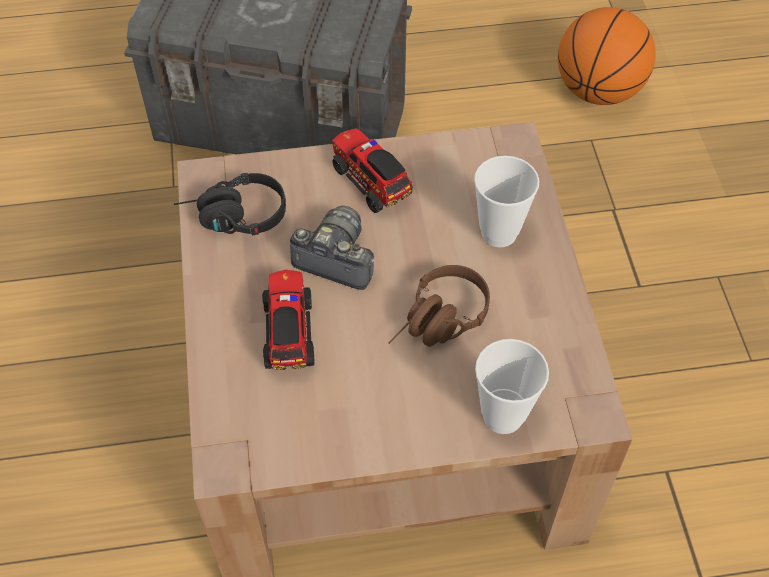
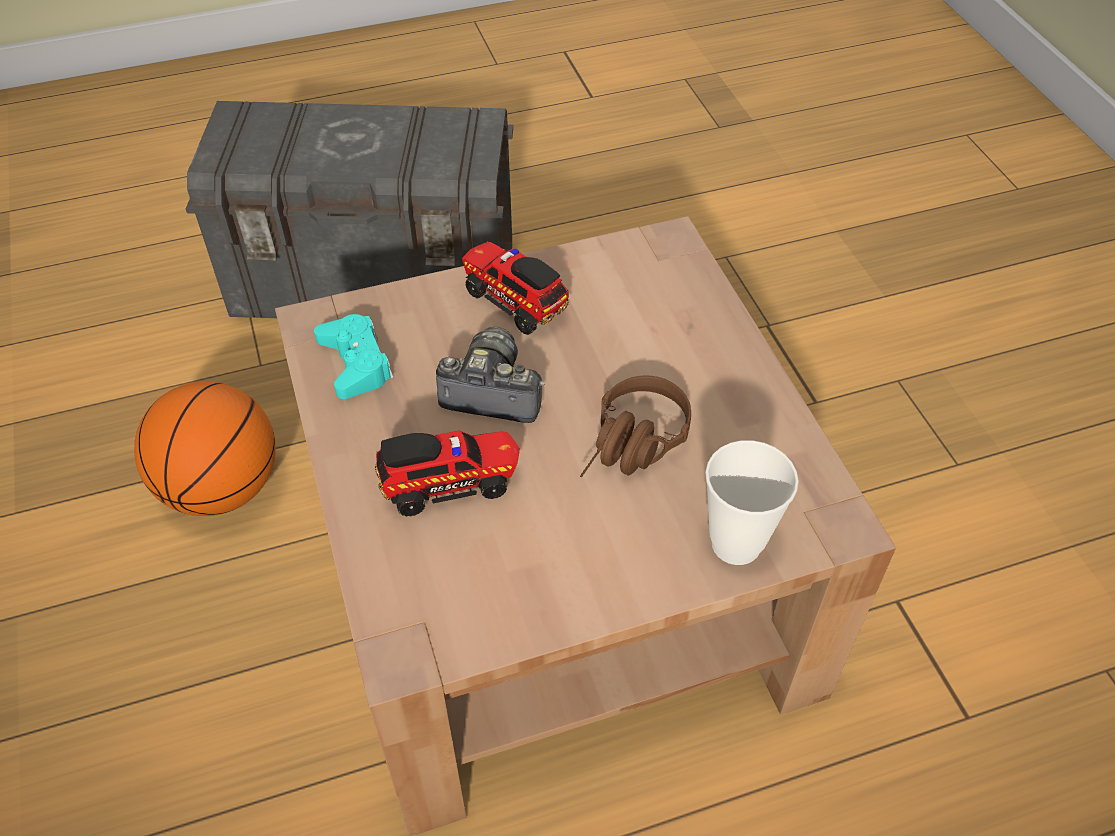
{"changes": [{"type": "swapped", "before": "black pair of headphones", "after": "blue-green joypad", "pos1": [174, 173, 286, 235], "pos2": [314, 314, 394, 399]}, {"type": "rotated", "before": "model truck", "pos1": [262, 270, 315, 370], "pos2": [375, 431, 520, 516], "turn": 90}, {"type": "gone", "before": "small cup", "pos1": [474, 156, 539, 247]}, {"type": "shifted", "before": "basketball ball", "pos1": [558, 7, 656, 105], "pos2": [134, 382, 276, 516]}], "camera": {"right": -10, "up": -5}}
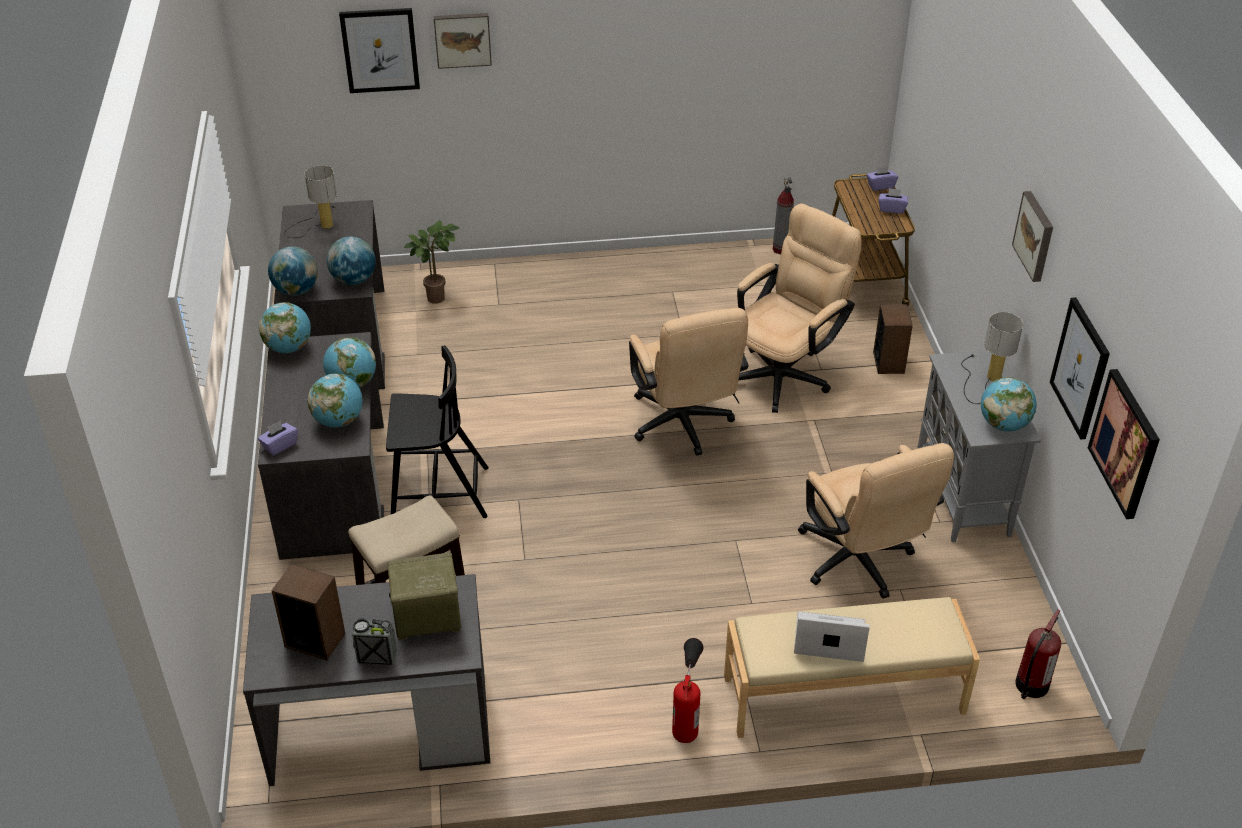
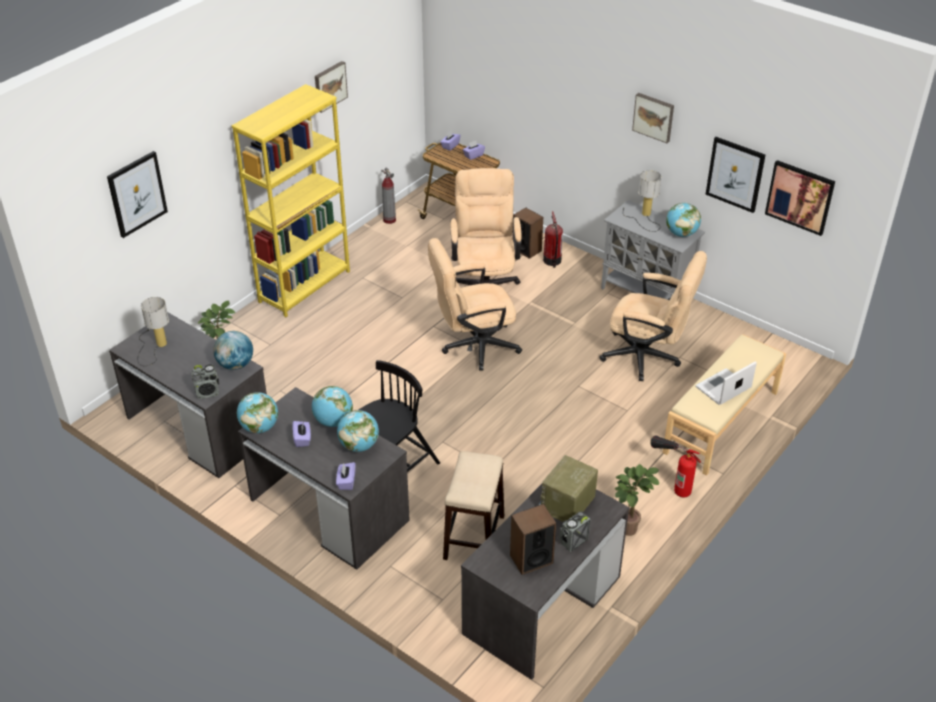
{"changes": [{"type": "swapped", "before": "desk globe", "after": "radio receiver", "pos1": [268, 246, 318, 295], "pos2": [191, 364, 219, 399]}, {"type": "shifted", "before": "wall picture", "pos1": [433, 13, 492, 69], "pos2": [315, 61, 348, 113]}, {"type": "rotated", "before": "sand-coloured office chair", "pos1": [629, 308, 748, 456], "pos2": [428, 238, 522, 370], "turn": 135}, {"type": "shifted", "before": "extinguisher", "pos1": [1015, 609, 1061, 699], "pos2": [543, 211, 563, 268]}, {"type": "new", "after": "yellowish bookshelf", "pos2": [232, 84, 350, 317]}, {"type": "new", "after": "purple-coloured box of tissues", "pos2": [292, 421, 311, 447]}, {"type": "new", "after": "potted plant", "pos2": [615, 464, 659, 536]}], "camera": {"right": -45, "up": 0}}
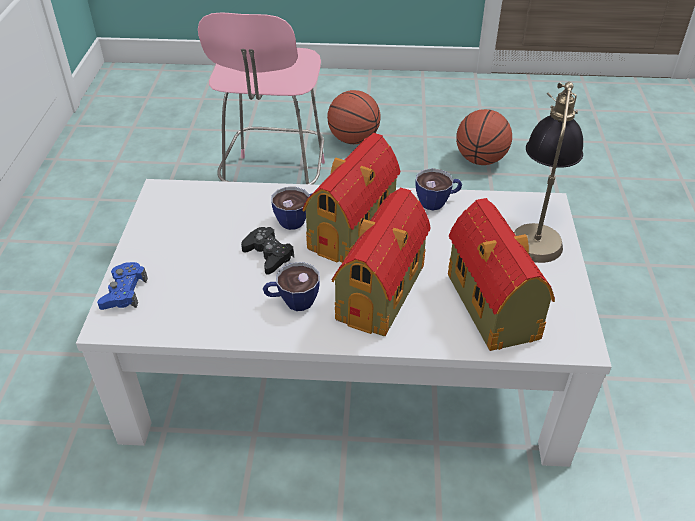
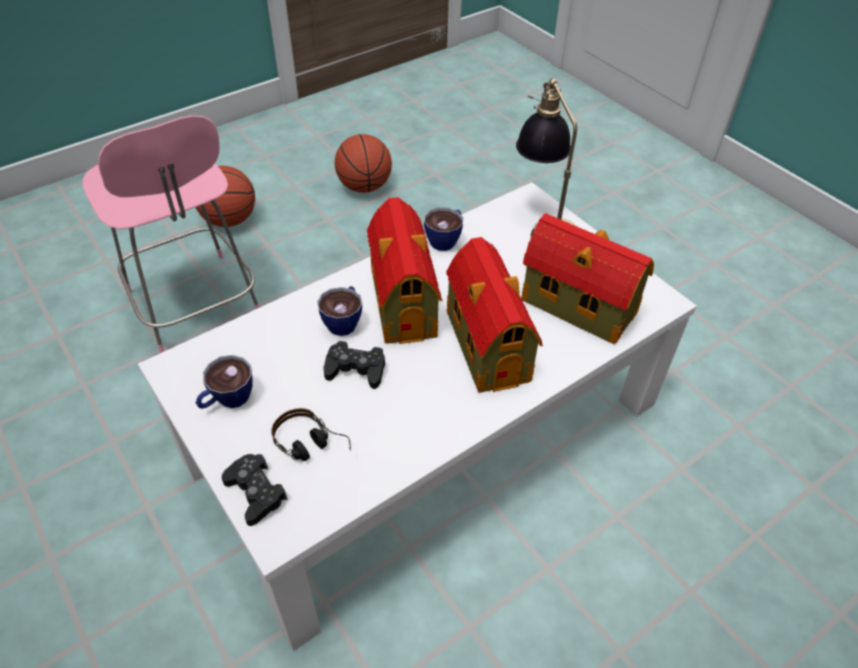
{"changes": [{"type": "repainted", "before": "blue joypad", "after": "black joypad", "pos1": [97, 262, 148, 310], "pos2": [222, 454, 288, 526]}, {"type": "shifted", "before": "small cup", "pos1": [263, 262, 320, 311], "pos2": [196, 355, 253, 409]}, {"type": "new", "after": "pair of headphones", "pos2": [271, 408, 351, 461]}], "camera": {"right": -40, "up": 5}}
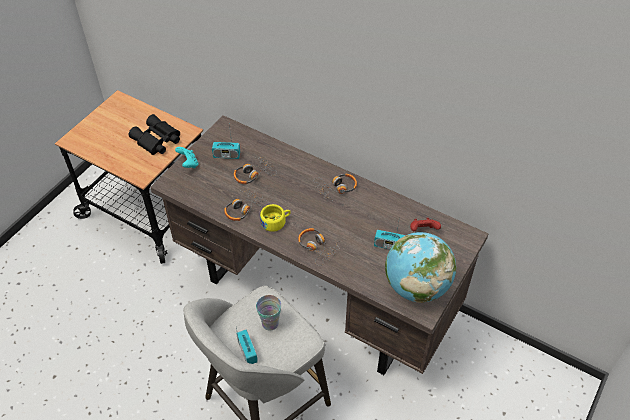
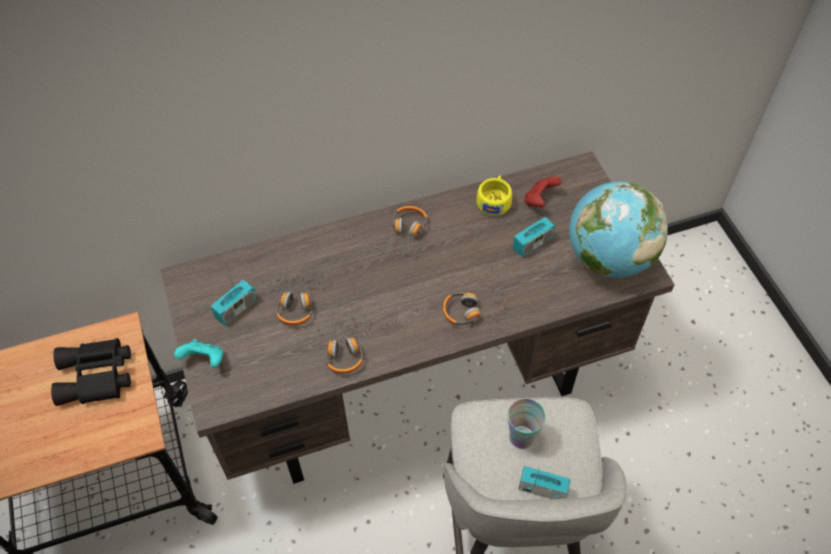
{"changes": [{"type": "shifted", "before": "yellowish small cup", "pos1": [260, 204, 291, 232], "pos2": [476, 176, 512, 216]}], "camera": {"right": -50, "up": 5}}
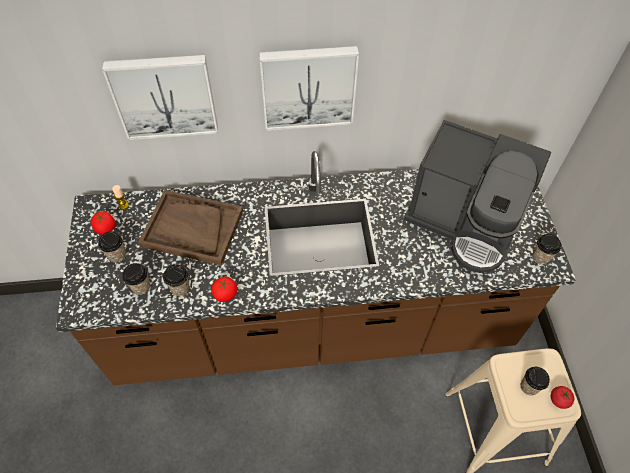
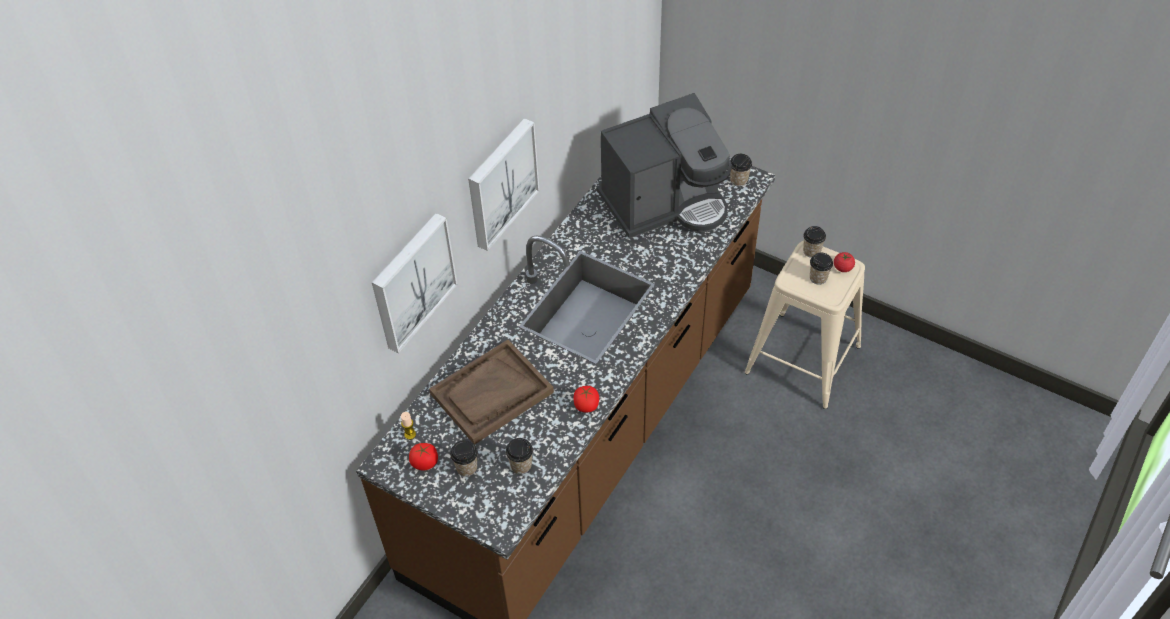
{"changes": [{"type": "shifted", "before": "small cup", "pos1": [163, 265, 189, 296], "pos2": [803, 226, 826, 258]}], "camera": {"right": -50, "up": -5}}
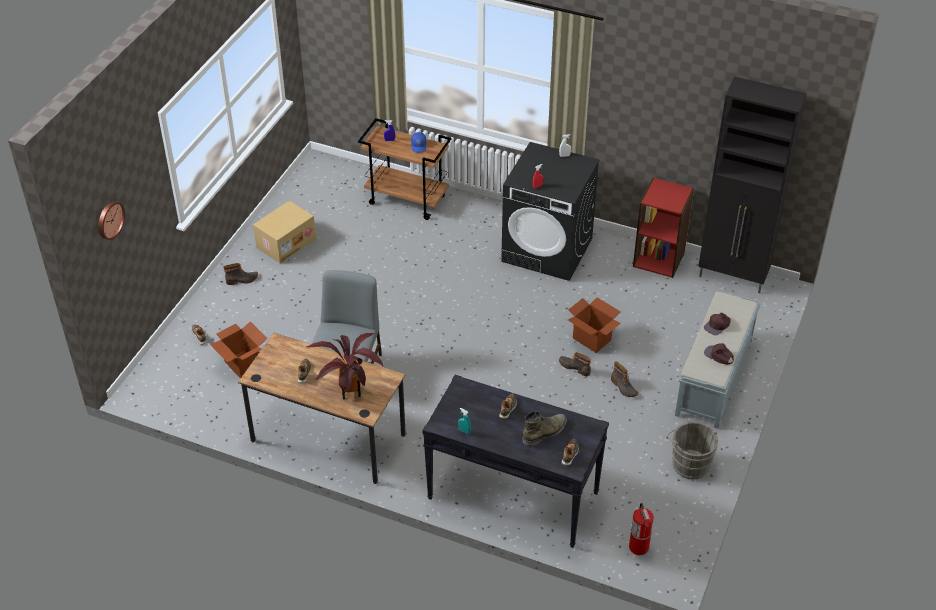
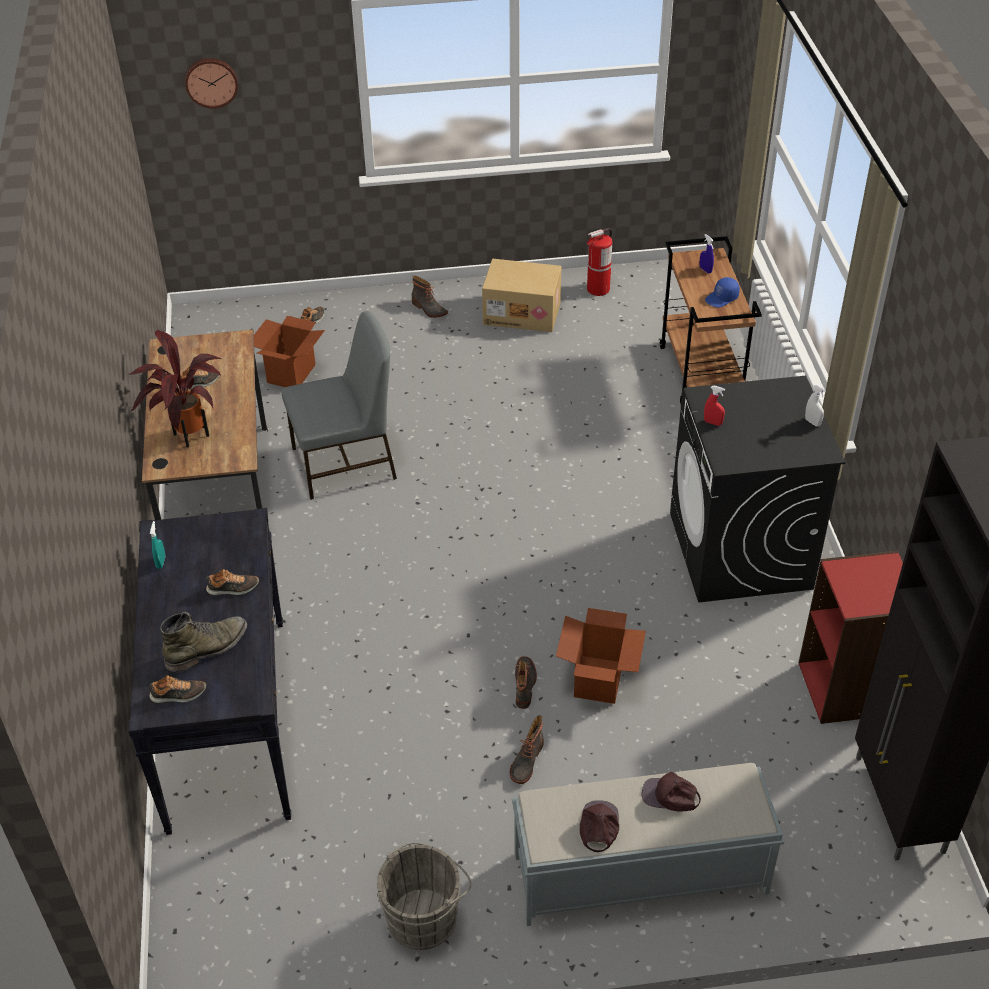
{"changes": [{"type": "rotated", "before": "greenish tall boot", "pos1": [523, 411, 567, 446], "pos2": [160, 612, 247, 672], "turn": -60}, {"type": "shifted", "before": "extinguisher", "pos1": [629, 503, 654, 555], "pos2": [586, 228, 612, 296]}], "camera": {"right": 60, "up": 0}}
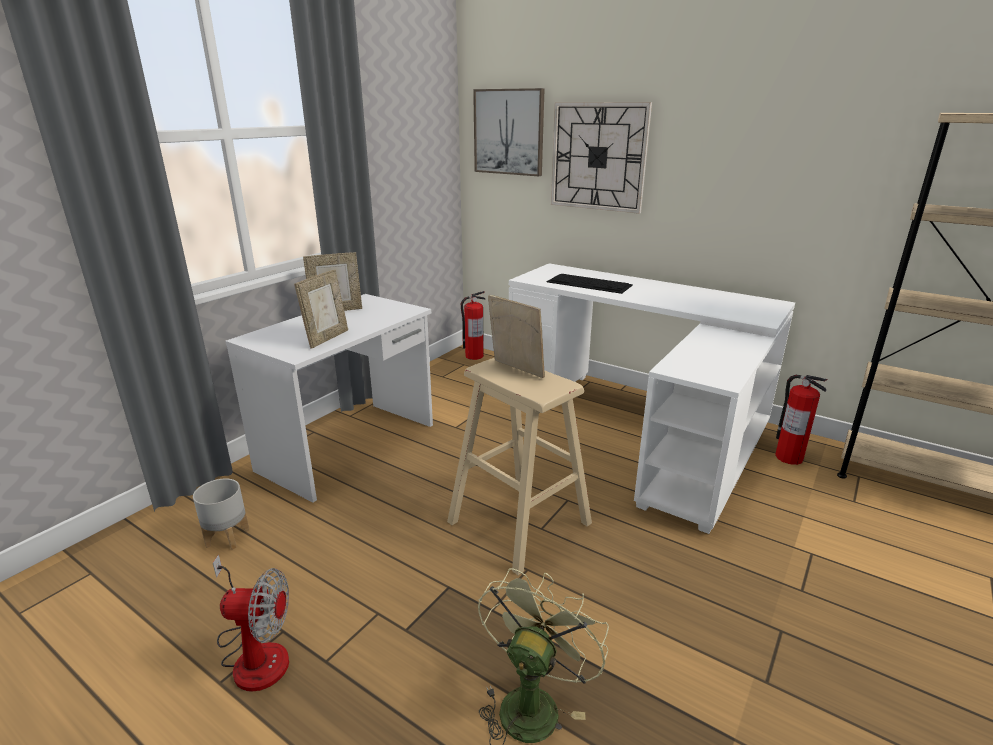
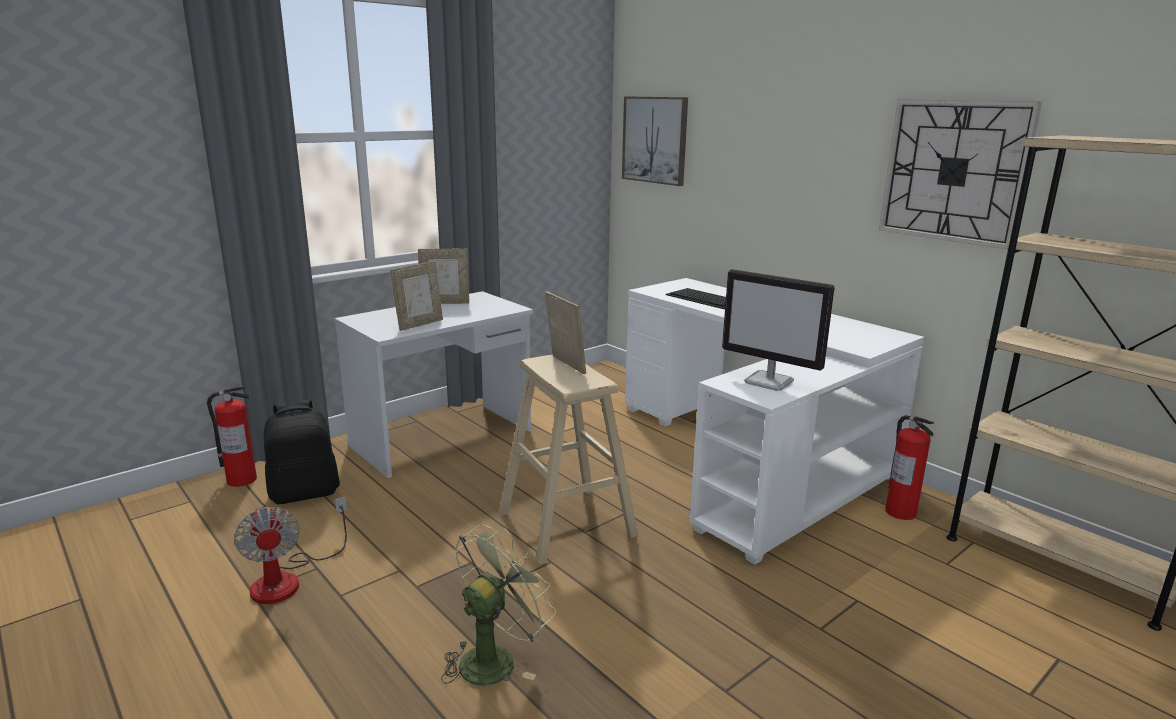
{"changes": [{"type": "swapped", "before": "grey flower pot", "after": "black knapsack", "pos1": [193, 479, 249, 550], "pos2": [264, 400, 340, 505]}, {"type": "rotated", "before": "fan", "pos1": [213, 555, 289, 692], "pos2": [234, 497, 347, 604], "turn": 45}, {"type": "shifted", "before": "extinguisher", "pos1": [461, 291, 486, 360], "pos2": [207, 386, 257, 487]}, {"type": "shifted", "before": "wall clock", "pos1": [551, 102, 652, 214], "pos2": [879, 99, 1042, 250]}, {"type": "new", "after": "monitor", "pos2": [722, 269, 835, 391]}], "camera": {"right": 15, "up": -5}}
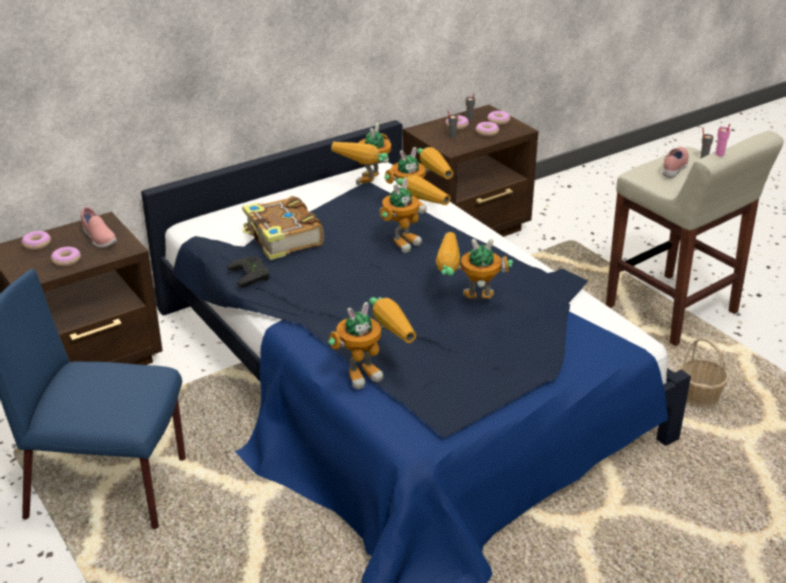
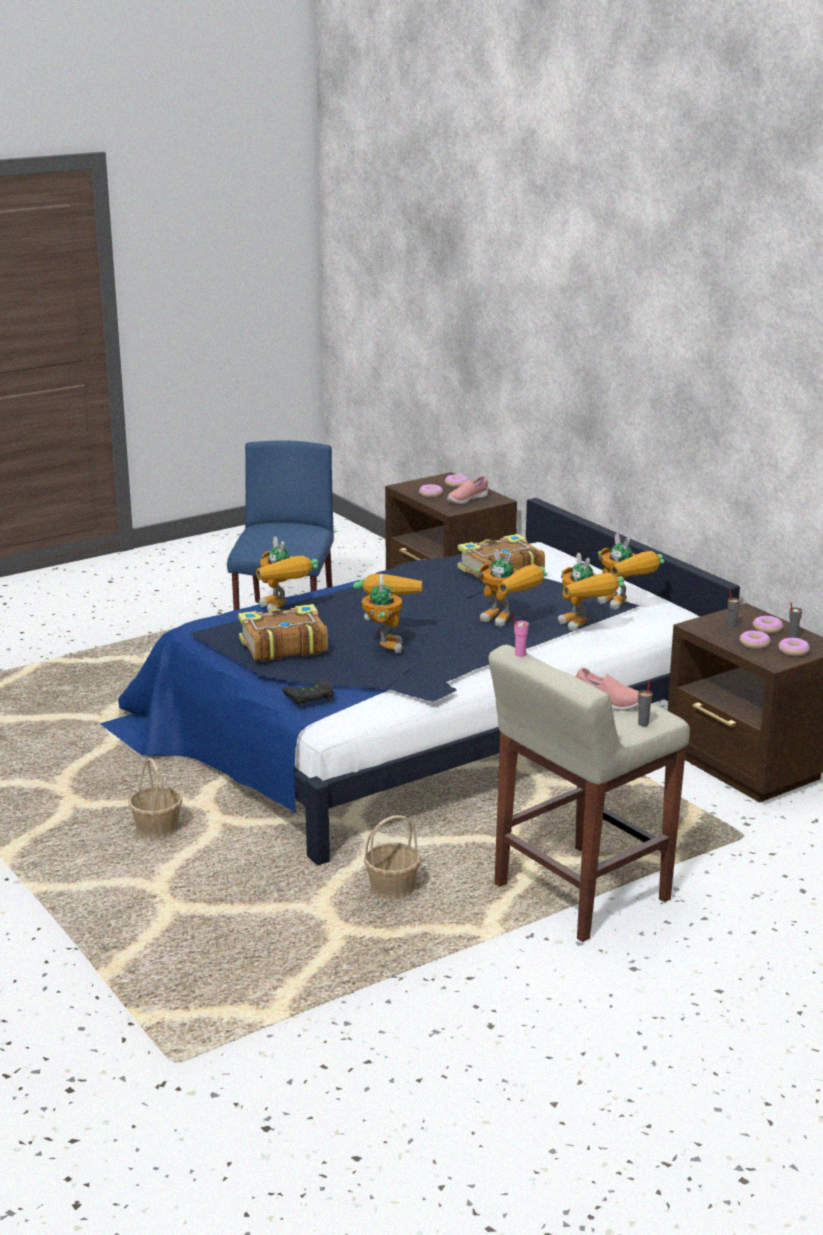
{"changes": [{"type": "shifted", "before": "black joypad", "pos1": [227, 256, 270, 288], "pos2": [282, 680, 333, 706]}, {"type": "rotated", "before": "robot figure", "pos1": [331, 122, 391, 185], "pos2": [597, 533, 664, 609], "turn": -150}, {"type": "new", "after": "household basket", "pos2": [128, 758, 183, 839]}, {"type": "new", "after": "bound book", "pos2": [238, 604, 328, 662]}], "camera": {"right": 90, "up": -10}}
